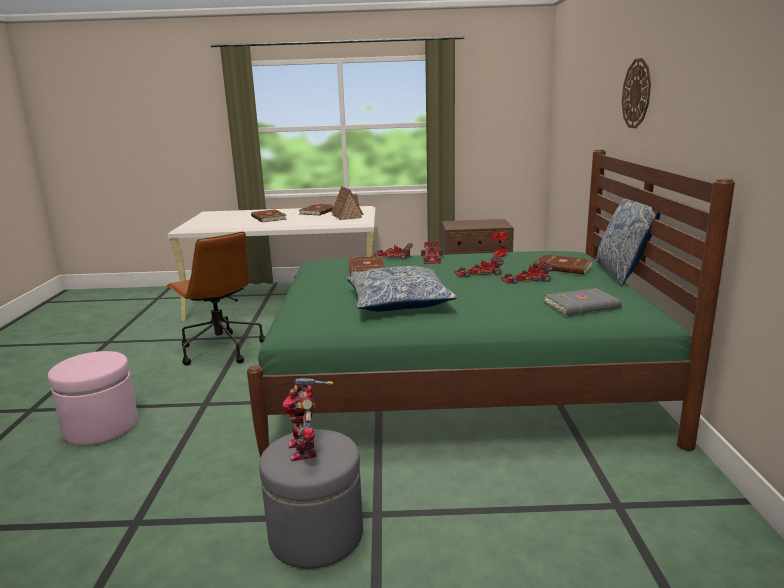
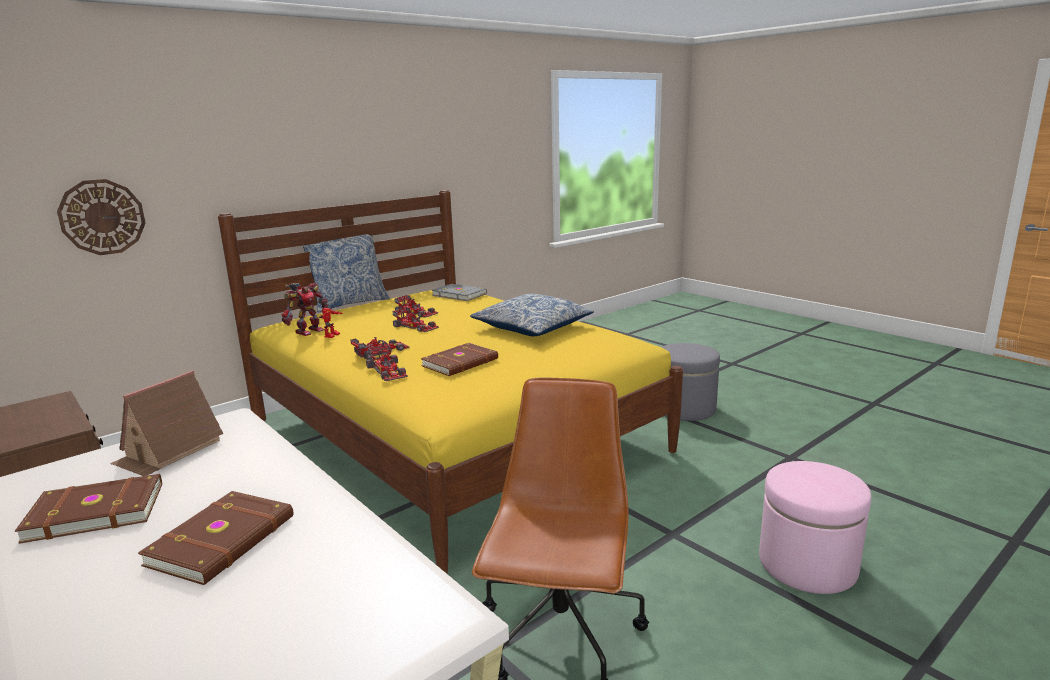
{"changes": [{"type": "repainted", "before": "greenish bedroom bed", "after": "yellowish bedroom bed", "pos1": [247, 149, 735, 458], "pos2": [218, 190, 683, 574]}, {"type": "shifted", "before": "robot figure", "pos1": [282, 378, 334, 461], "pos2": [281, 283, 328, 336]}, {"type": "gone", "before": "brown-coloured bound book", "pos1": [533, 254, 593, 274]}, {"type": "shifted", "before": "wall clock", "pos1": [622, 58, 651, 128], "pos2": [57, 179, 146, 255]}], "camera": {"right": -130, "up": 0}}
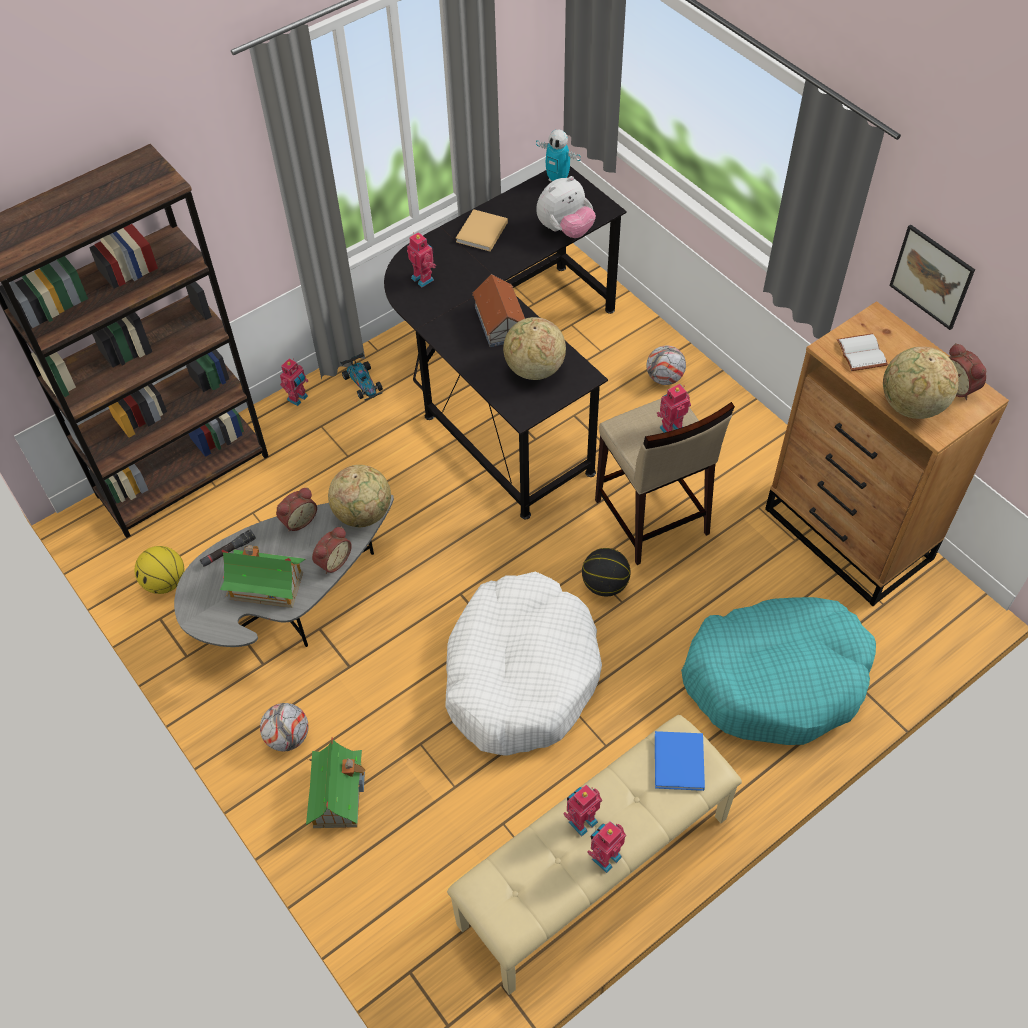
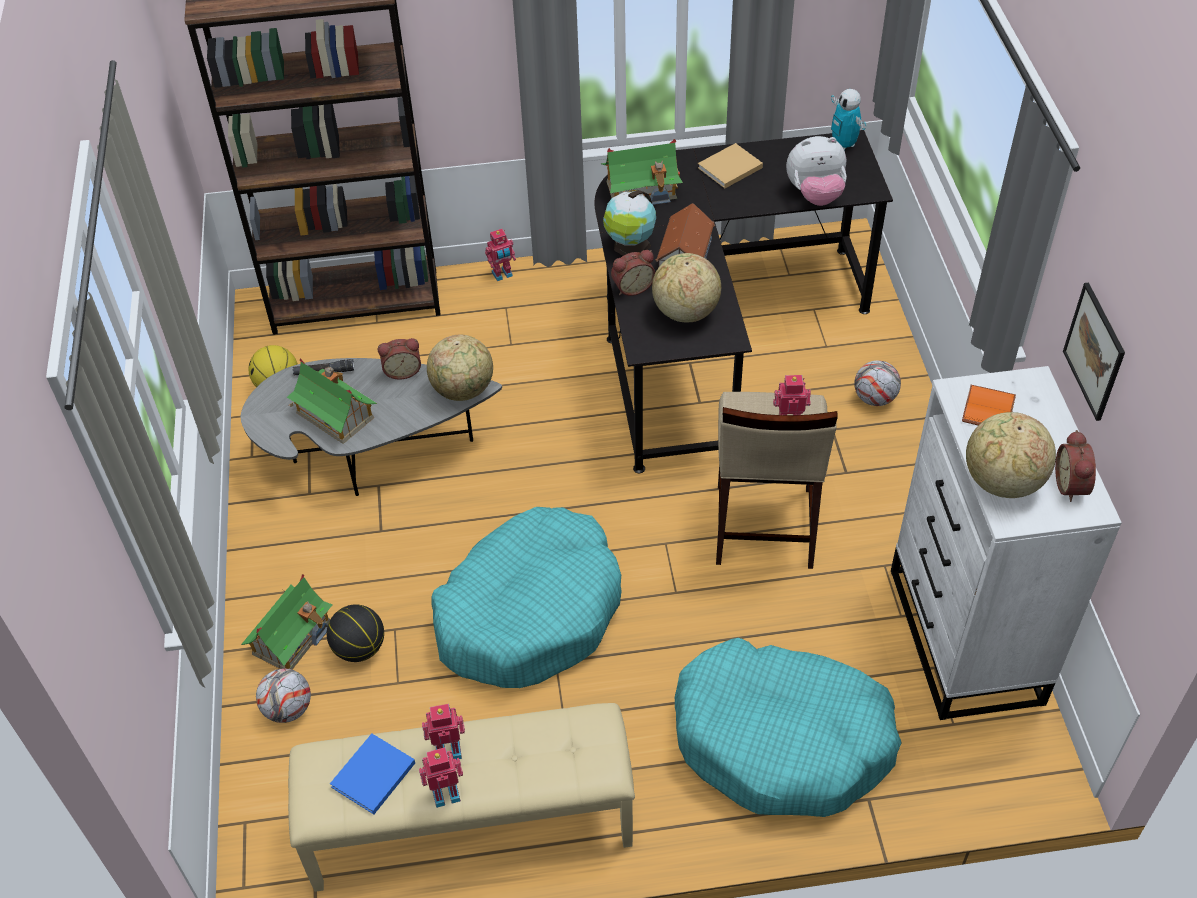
{"changes": [{"type": "shifted", "before": "ball for football", "pos1": [260, 703, 308, 751], "pos2": [256, 669, 311, 723]}, {"type": "shifted", "before": "bedside clock", "pos1": [312, 526, 352, 574], "pos2": [611, 250, 656, 296]}, {"type": "gone", "before": "model car", "pos1": [340, 353, 383, 401]}, {"type": "swapped", "before": "robot figure", "after": "model house", "pos1": [407, 232, 436, 287], "pos2": [601, 139, 683, 205]}, {"type": "repainted", "before": "whitish dog bed", "after": "blue-green dog bed", "pos1": [445, 571, 602, 756], "pos2": [432, 507, 622, 688]}, {"type": "shifted", "before": "basketball ball", "pos1": [582, 548, 631, 596], "pos2": [327, 604, 384, 662]}, {"type": "shifted", "before": "blue bound book", "pos1": [655, 731, 705, 791], "pos2": [330, 733, 415, 814]}, {"type": "repainted", "before": "brown-coloured chest of drawers", "after": "whitish chest of drawers", "pos1": [765, 301, 1009, 606], "pos2": [891, 366, 1122, 720]}, {"type": "repainted", "before": "whitish bound book", "after": "orange bound book", "pos1": [837, 333, 888, 371], "pos2": [962, 385, 1016, 425]}, {"type": "new", "after": "desk globe", "pos2": [603, 190, 656, 256]}], "camera": {"right": 30, "up": -5}}
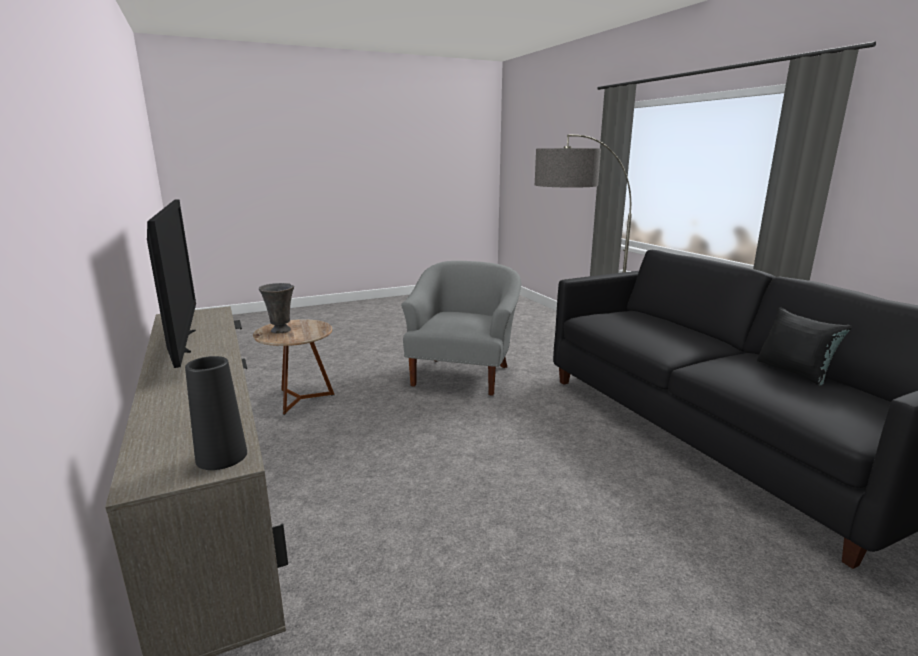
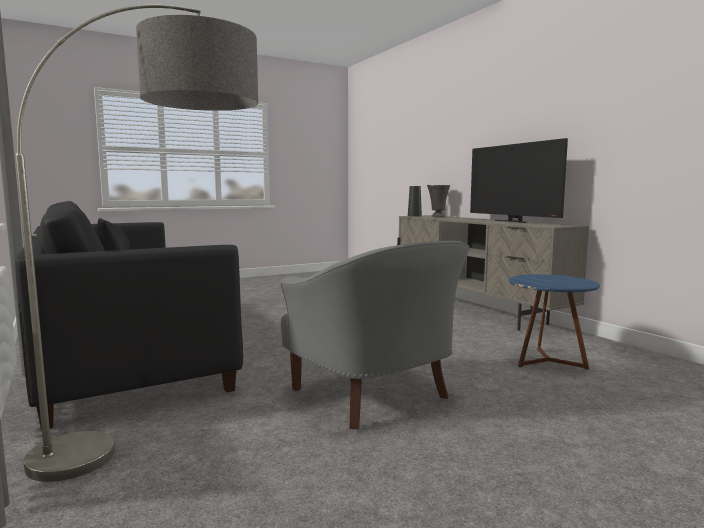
{"changes": [{"type": "repainted", "before": "brown-coloured accent table", "after": "blue accent table", "pos1": [253, 319, 334, 415], "pos2": [509, 274, 600, 370]}, {"type": "shifted", "before": "grey decorative vase", "pos1": [259, 283, 294, 333], "pos2": [427, 185, 450, 217]}, {"type": "rotated", "before": "grey lounge chair", "pos1": [401, 261, 521, 396], "pos2": [280, 241, 470, 429], "turn": -45}], "camera": {"right": 175, "up": -10}}
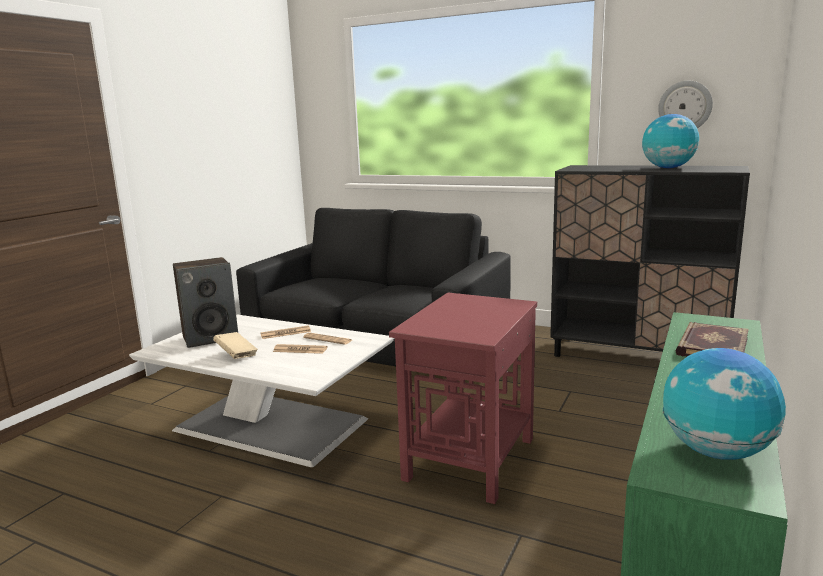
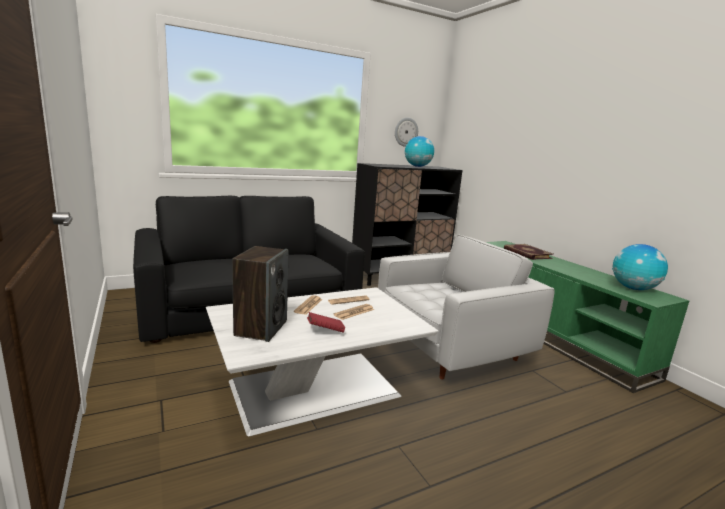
{"changes": [{"type": "repainted", "before": "sand-coloured bound book", "after": "red-coloured bound book", "pos1": [213, 332, 258, 359], "pos2": [307, 312, 345, 333]}, {"type": "swapped", "before": "red-coloured accent table", "after": "whitish lounge chair", "pos1": [389, 293, 537, 504], "pos2": [378, 234, 555, 379]}], "camera": {"right": -55, "up": 0}}
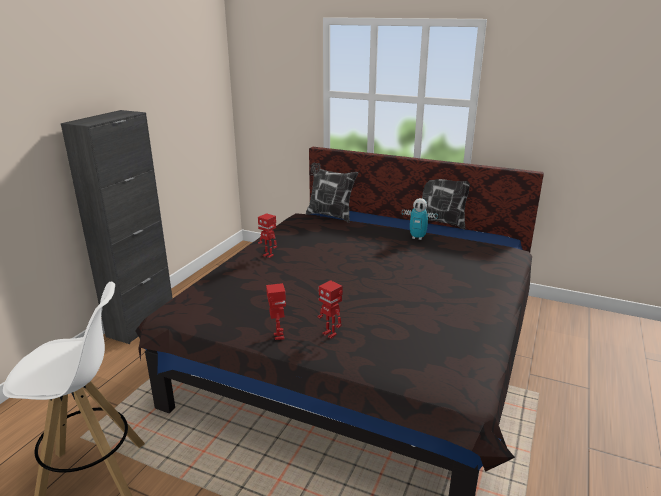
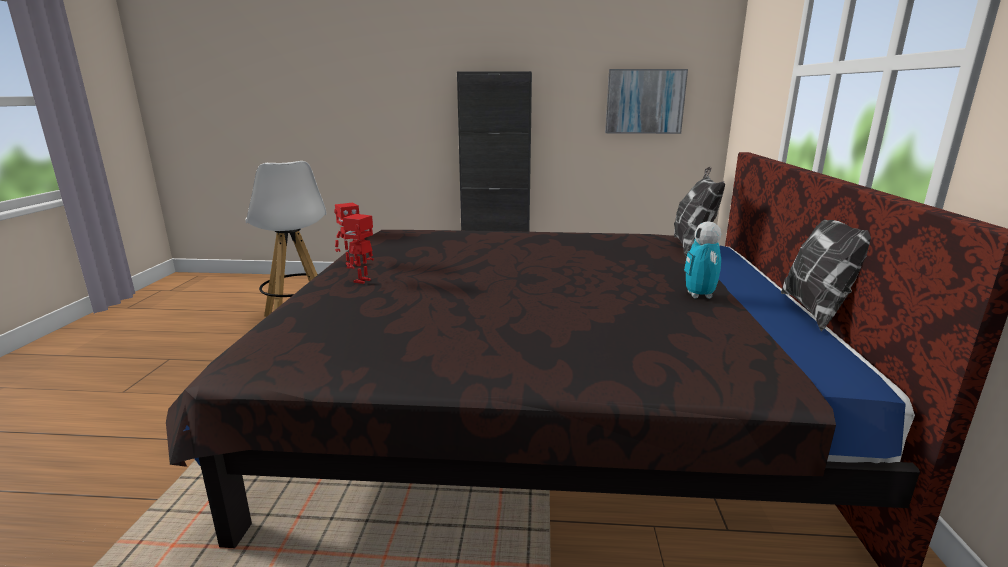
{"changes": [{"type": "gone", "before": "robot figure", "pos1": [258, 213, 277, 258]}, {"type": "new", "after": "wall picture", "pos2": [605, 69, 688, 134]}], "camera": {"right": 70, "up": -5}}
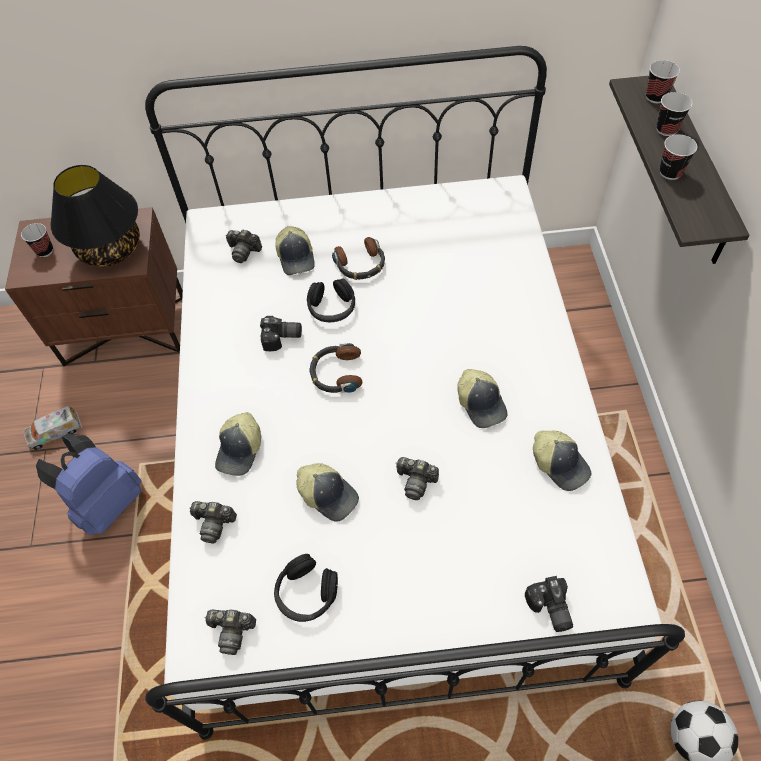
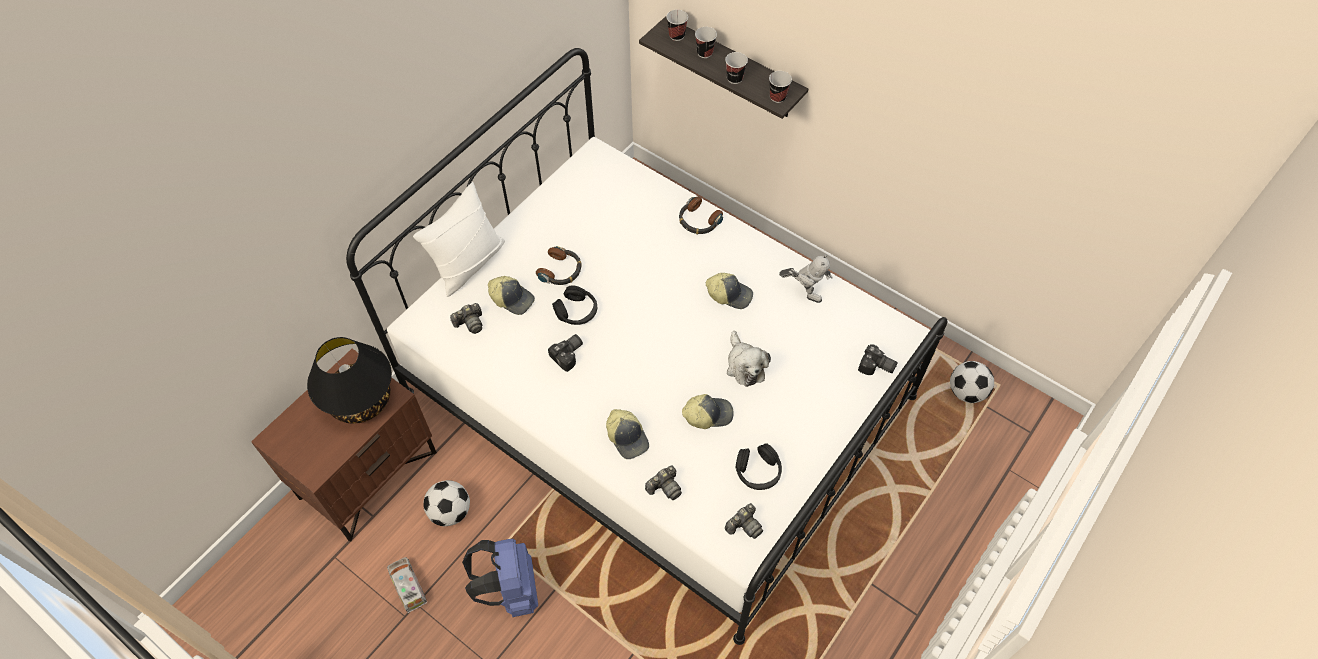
{"changes": [{"type": "shifted", "before": "small cup", "pos1": [21, 223, 53, 257], "pos2": [769, 71, 792, 103]}, {"type": "rotated", "before": "model truck", "pos1": [23, 406, 82, 450], "pos2": [387, 557, 427, 613], "turn": 135}, {"type": "shifted", "before": "pair of headphones", "pos1": [309, 343, 362, 393], "pos2": [679, 197, 723, 234]}, {"type": "swapped", "before": "still camera", "after": "cuddly toy", "pos1": [396, 457, 439, 500], "pos2": [727, 331, 771, 387]}, {"type": "swapped", "before": "peaked cap", "after": "robot figure", "pos1": [533, 430, 591, 491], "pos2": [779, 254, 833, 303]}, {"type": "new", "after": "whitish pillow", "pos2": [413, 182, 505, 297]}, {"type": "new", "after": "ball for football", "pos2": [423, 480, 470, 526]}], "camera": {"right": -50, "up": 0}}
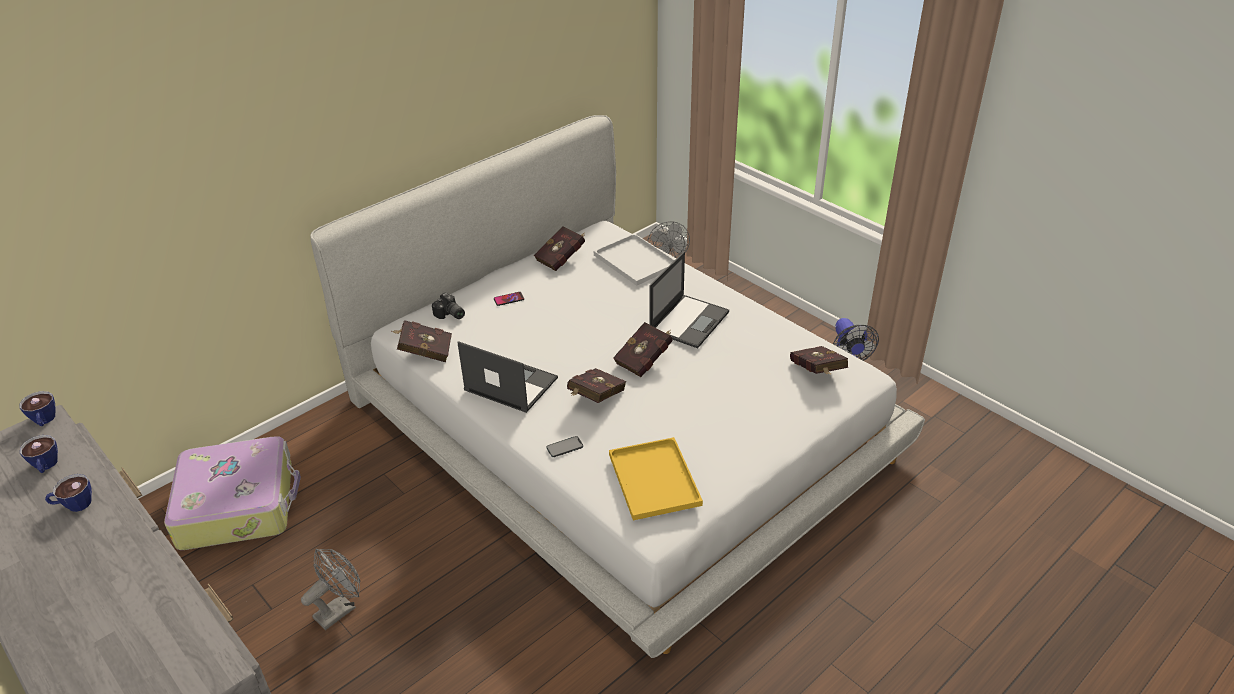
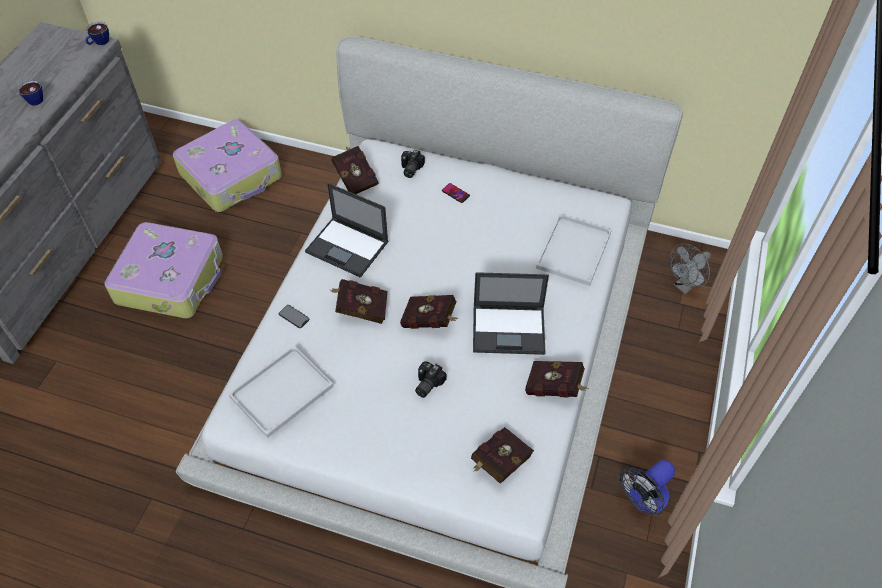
{"changes": [{"type": "gone", "before": "small cup", "pos1": [20, 435, 58, 473]}, {"type": "swapped", "before": "grey fan", "after": "suitcase", "pos1": [301, 549, 360, 630], "pos2": [104, 222, 223, 318]}, {"type": "rotated", "before": "laptop", "pos1": [457, 341, 558, 413], "pos2": [305, 183, 388, 278], "turn": 120}, {"type": "shifted", "before": "red-coloured bound book", "pos1": [534, 226, 585, 271], "pos2": [525, 361, 589, 398]}, {"type": "repainted", "before": "yellowish serving tray", "after": "whitish serving tray", "pos1": [609, 437, 703, 520], "pos2": [229, 346, 334, 438]}, {"type": "new", "after": "still camera", "pos2": [415, 361, 446, 398]}], "camera": {"right": 60, "up": 15}}
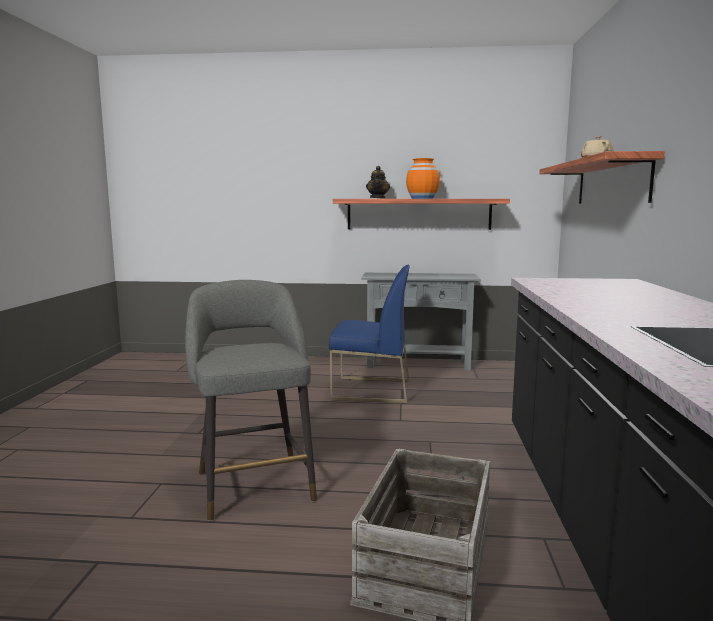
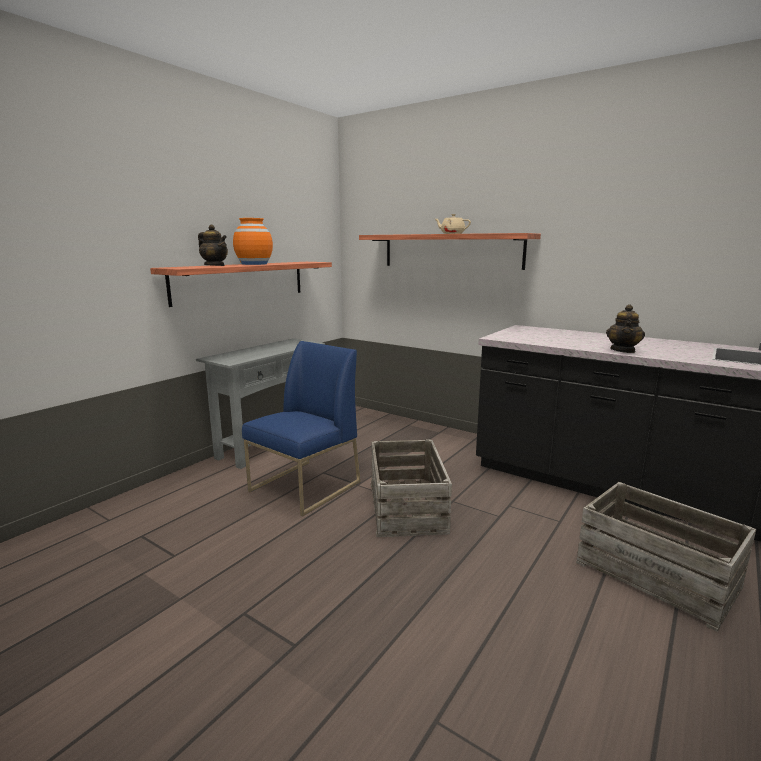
{"changes": [{"type": "gone", "before": "grey sitting stool", "pos1": [185, 280, 317, 521]}, {"type": "new", "after": "packing crate", "pos2": [371, 439, 452, 537]}, {"type": "new", "after": "teapot", "pos2": [606, 304, 645, 353]}], "camera": {"right": -60, "up": 5}}
